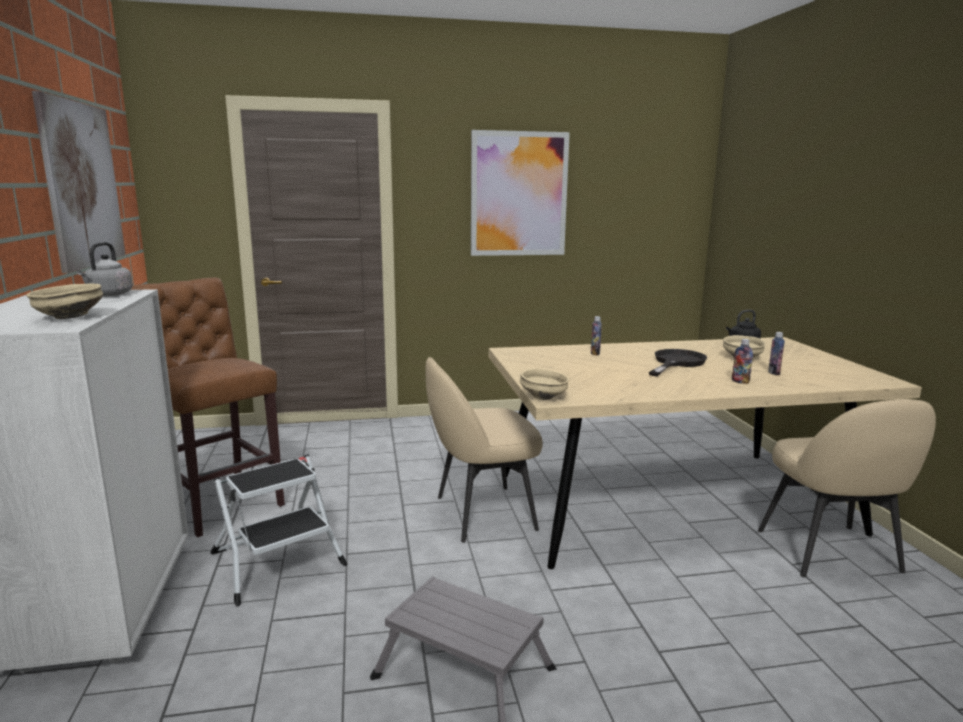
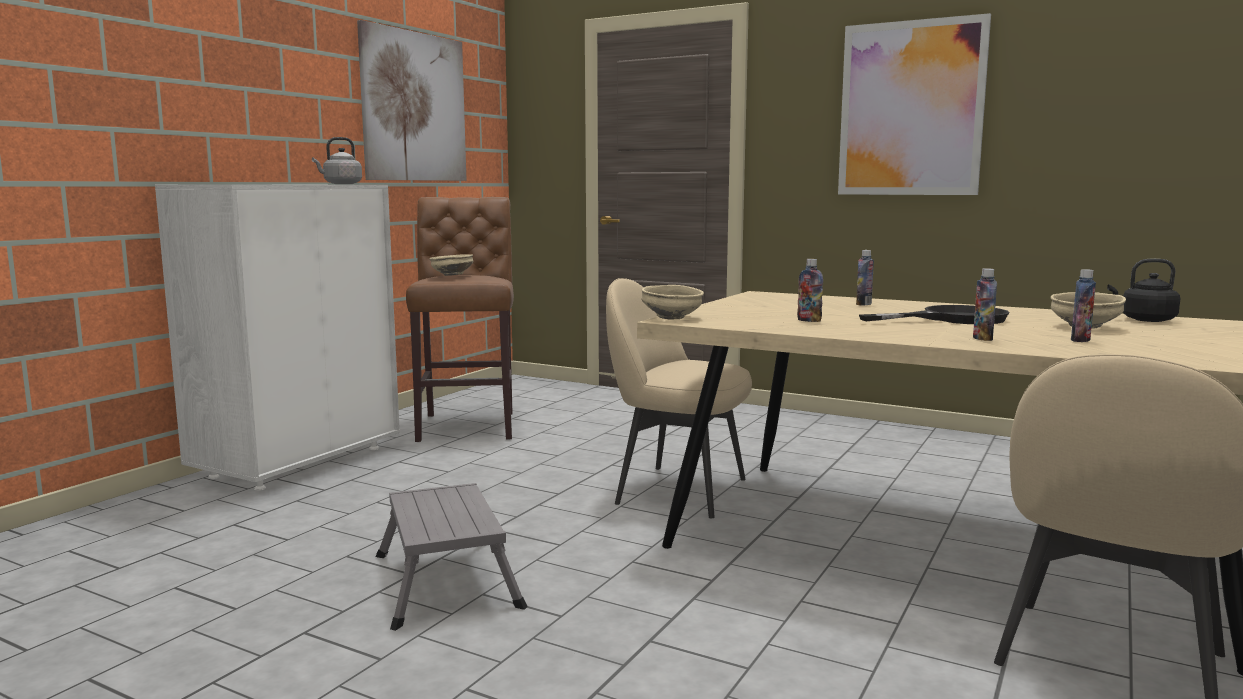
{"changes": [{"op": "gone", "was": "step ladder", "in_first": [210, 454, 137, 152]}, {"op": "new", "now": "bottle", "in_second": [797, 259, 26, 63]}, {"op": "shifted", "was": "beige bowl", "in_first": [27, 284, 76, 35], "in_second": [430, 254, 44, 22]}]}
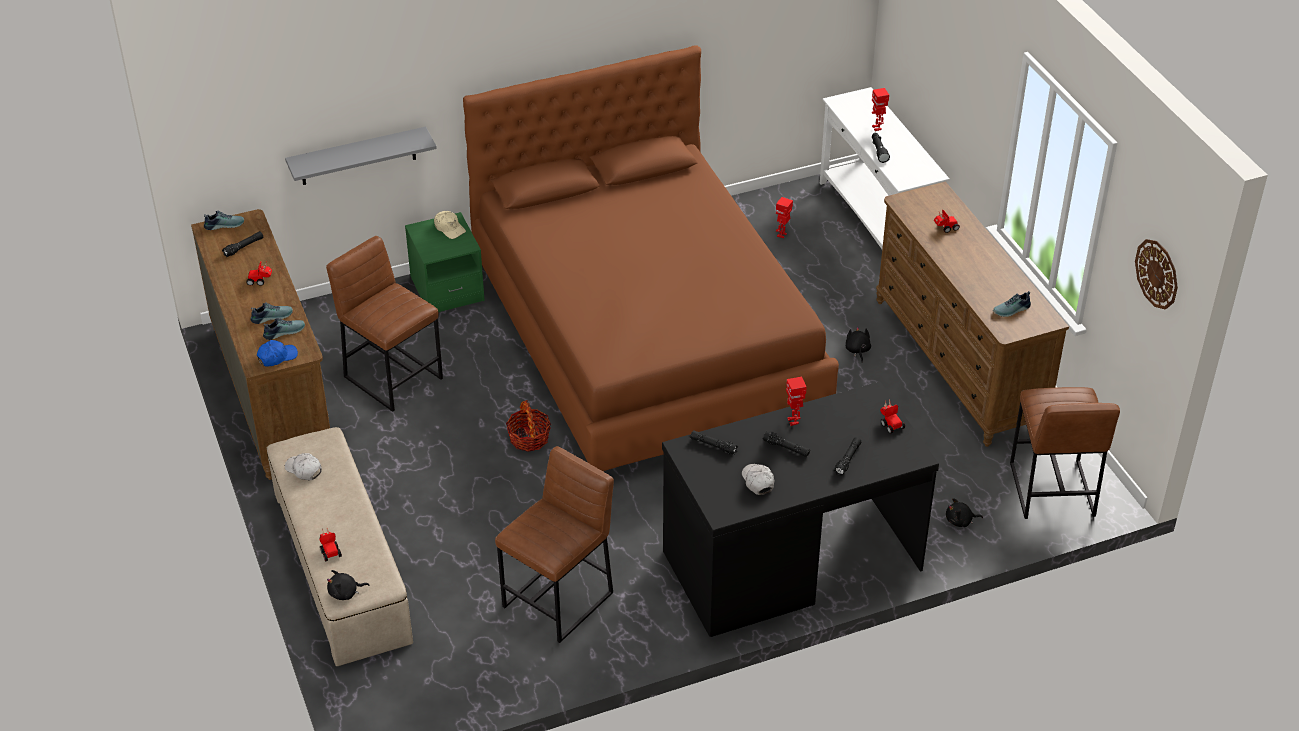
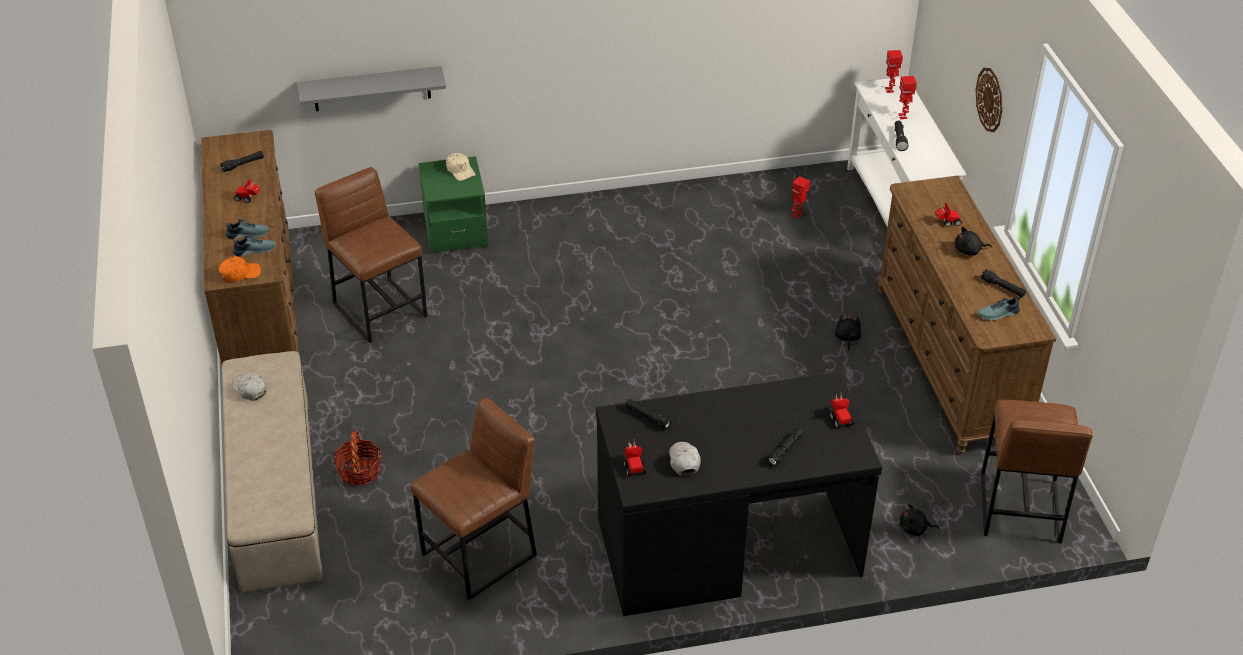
{"changes": [{"op": "gone", "was": "shoe", "in_first": [204, 210, 40, 20]}, {"op": "gone", "was": "brown bed", "in_first": [463, 45, 376, 426]}, {"op": "shifted", "was": "toy car", "in_first": [320, 528, 22, 33], "in_second": [624, 441, 22, 36]}, {"op": "shifted", "was": "black plush toy", "in_first": [327, 570, 43, 30], "in_second": [955, 227, 37, 29]}, {"op": "shifted", "was": "basket", "in_first": [506, 400, 45, 52], "in_second": [334, 431, 47, 55]}, {"op": "shifted", "was": "black flashlight", "in_first": [763, 431, 47, 26], "in_second": [981, 269, 45, 29]}, {"op": "shifted", "was": "toy robot", "in_first": [786, 377, 21, 49], "in_second": [885, 50, 18, 43]}, {"op": "shifted", "was": "wall clock", "in_first": [1135, 239, 43, 70], "in_second": [976, 68, 27, 64]}, {"op": "repainted", "was": "blue cap", "now": "orange cap", "in_first": [257, 340, 41, 27], "in_second": [219, 256, 42, 26]}]}
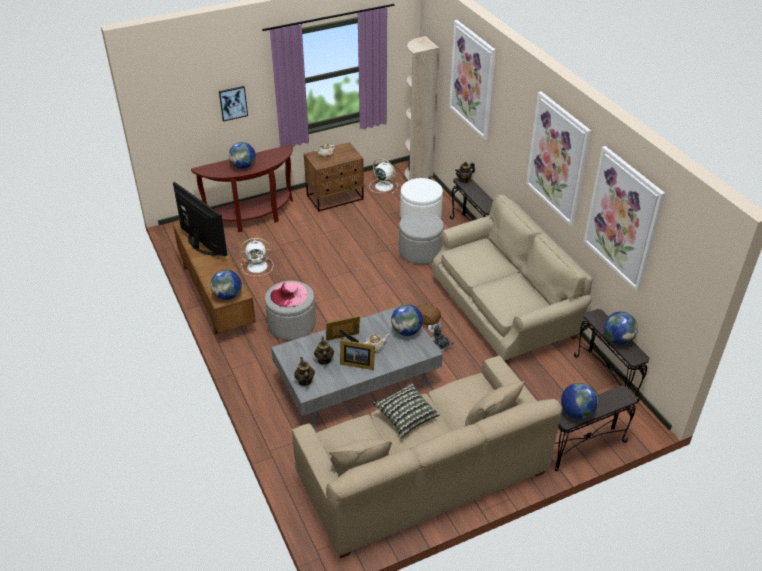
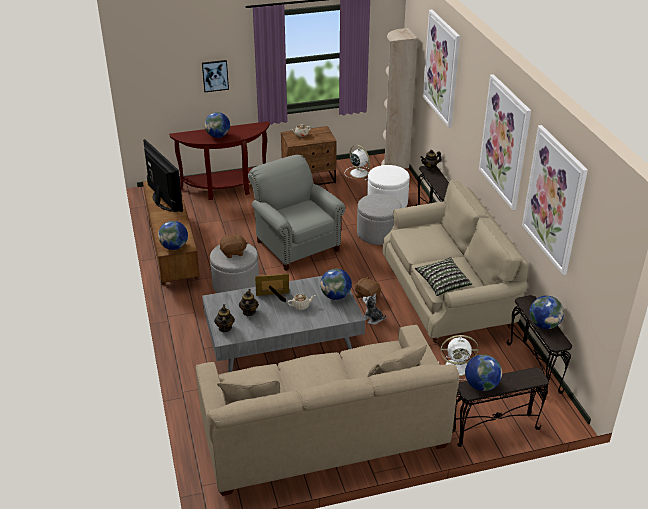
{"changes": [{"op": "gone", "was": "picture frame", "in_first": [340, 340, 35, 30]}, {"op": "new", "now": "grey armchair", "in_second": [248, 155, 97, 116]}, {"op": "shifted", "was": "white fan", "in_first": [240, 238, 33, 38], "in_second": [438, 335, 41, 45]}, {"op": "shifted", "was": "pillow", "in_first": [373, 382, 67, 56], "in_second": [415, 257, 57, 39]}, {"op": "swapped", "was": "pink hat", "now": "brown plush toy", "in_first": [270, 282, 38, 25], "in_second": [220, 233, 28, 25]}]}
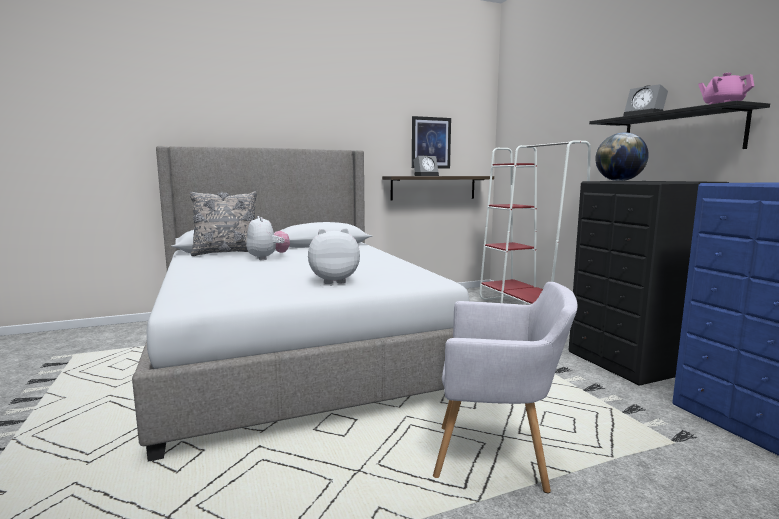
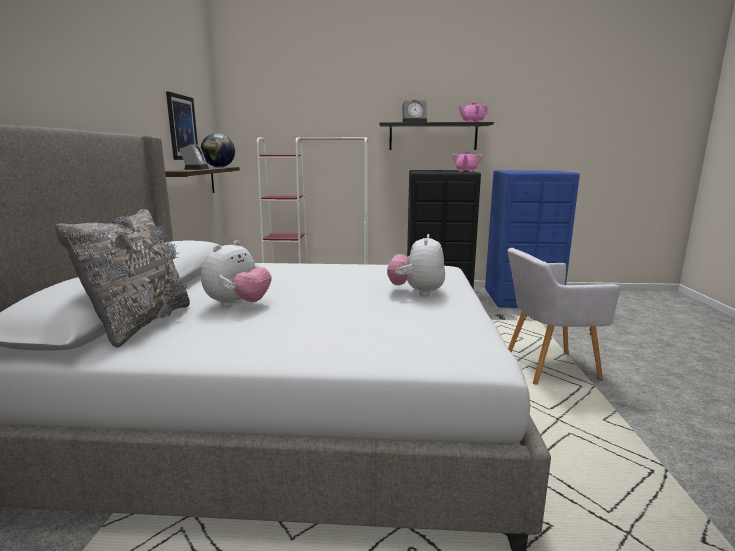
{"changes": [{"op": "new", "now": "pink teapot", "in_second": [452, 151, 30, 21]}, {"op": "shifted", "was": "globe", "in_first": [595, 132, 54, 49], "in_second": [201, 133, 34, 34]}, {"op": "rotated", "was": "plush toy", "in_first": [246, 216, 44, 44], "in_second": [201, 240, 70, 67], "clockwise": 120}, {"op": "rotated", "was": "grey armchair", "in_first": [433, 282, 144, 211], "in_second": [507, 248, 113, 137], "clockwise": -135}]}
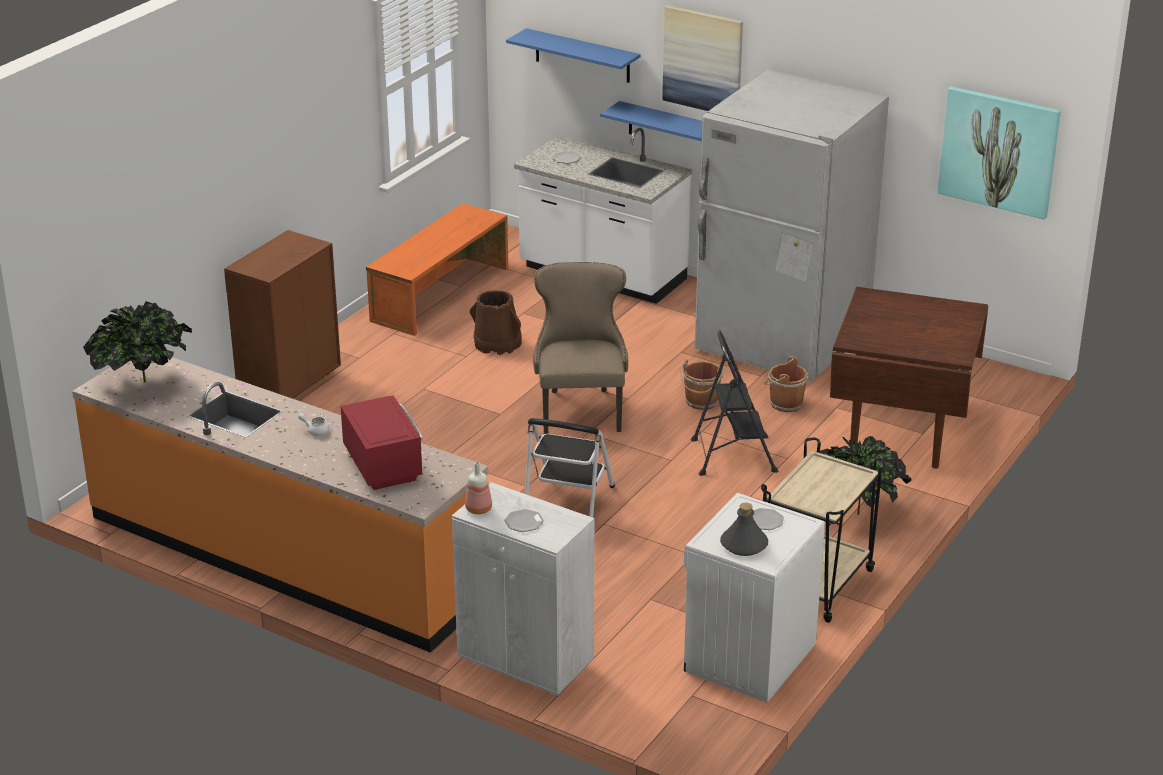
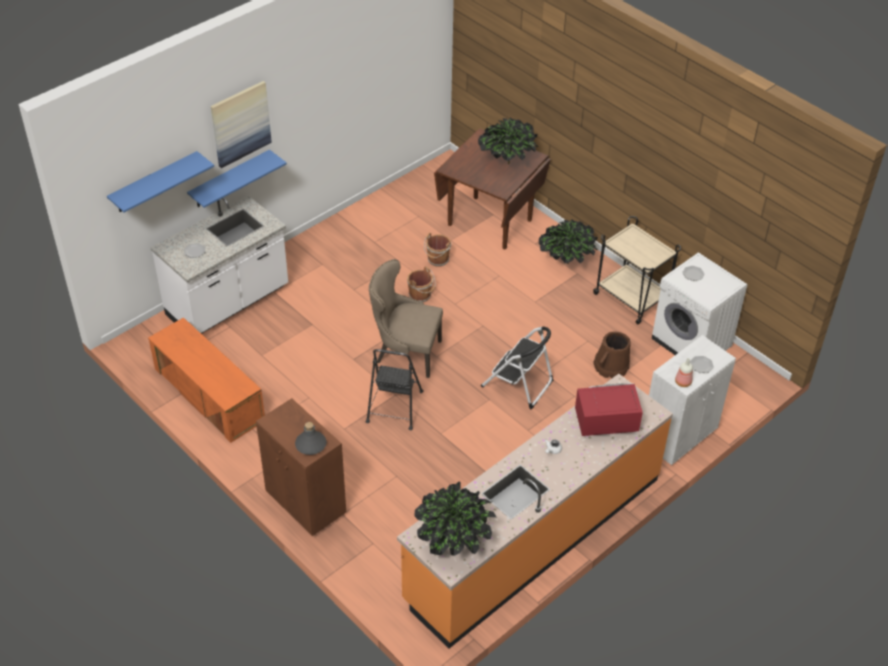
{"changes": [{"op": "gone", "was": "white fridge", "in_first": [695, 70, 194, 312]}, {"op": "gone", "was": "picture", "in_first": [938, 86, 123, 134]}, {"op": "new", "now": "potted plant", "in_second": [478, 117, 60, 47]}, {"op": "shifted", "was": "brown bucket", "in_first": [470, 290, 52, 65], "in_second": [593, 332, 38, 46]}, {"op": "shifted", "was": "black step ladder", "in_first": [691, 330, 87, 146], "in_second": [366, 349, 58, 81]}, {"op": "shifted", "was": "grey bottle", "in_first": [720, 503, 48, 53], "in_second": [295, 422, 32, 33]}]}
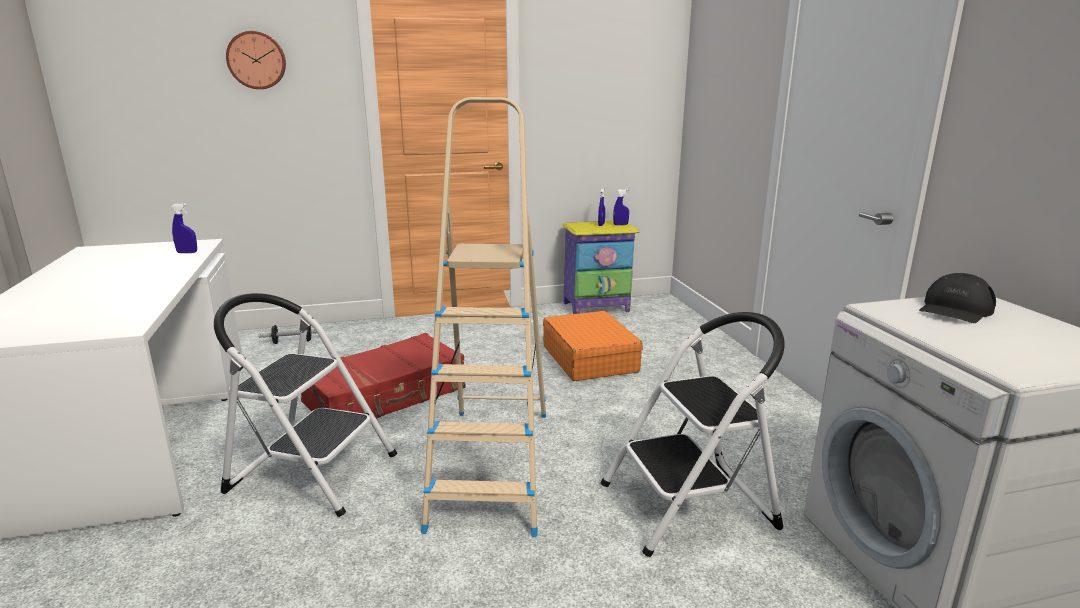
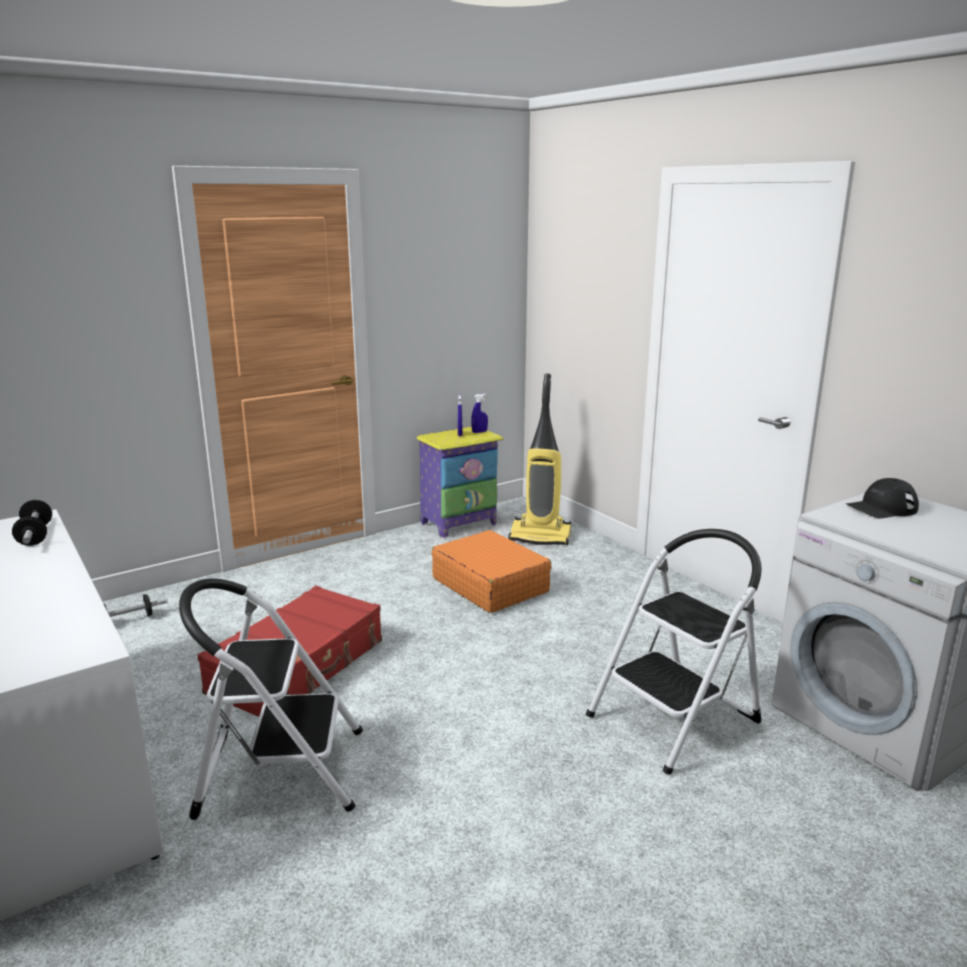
{"changes": [{"op": "gone", "was": "wall clock", "in_first": [226, 31, 60, 58]}, {"op": "gone", "was": "beige step ladder", "in_first": [421, 97, 125, 440]}, {"op": "new", "now": "vacuum cleaner", "in_second": [508, 373, 63, 172]}, {"op": "swapped", "was": "blue spray bottle", "now": "dumbbell", "in_first": [171, 203, 26, 50], "in_second": [12, 500, 40, 46]}, {"op": "rotated", "was": "black cap", "in_first": [919, 273, 77, 50], "in_second": [846, 478, 73, 40], "clockwise": 45}]}
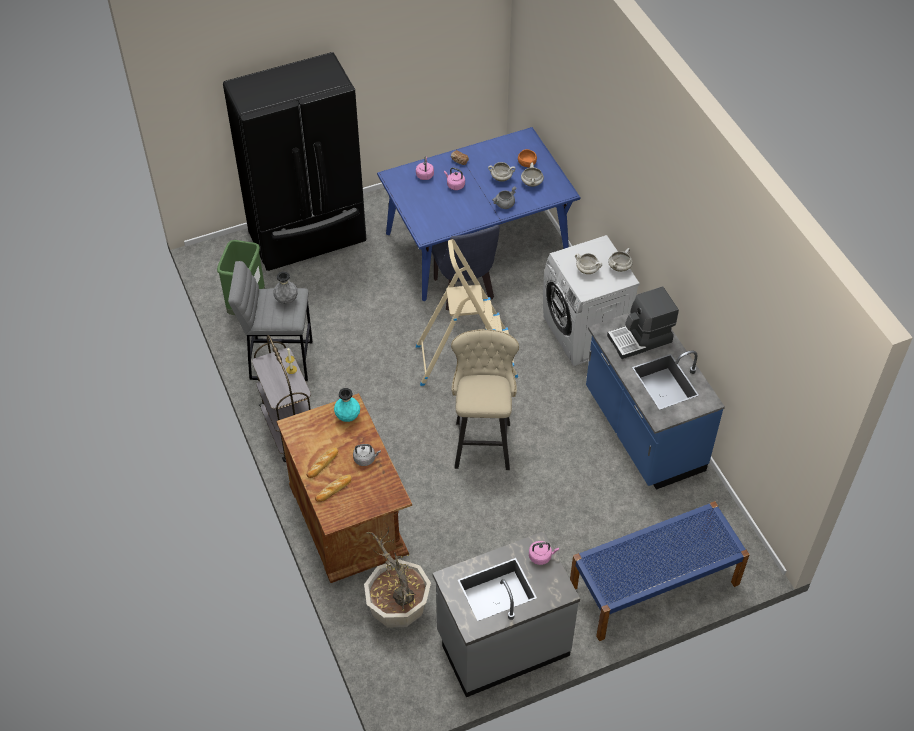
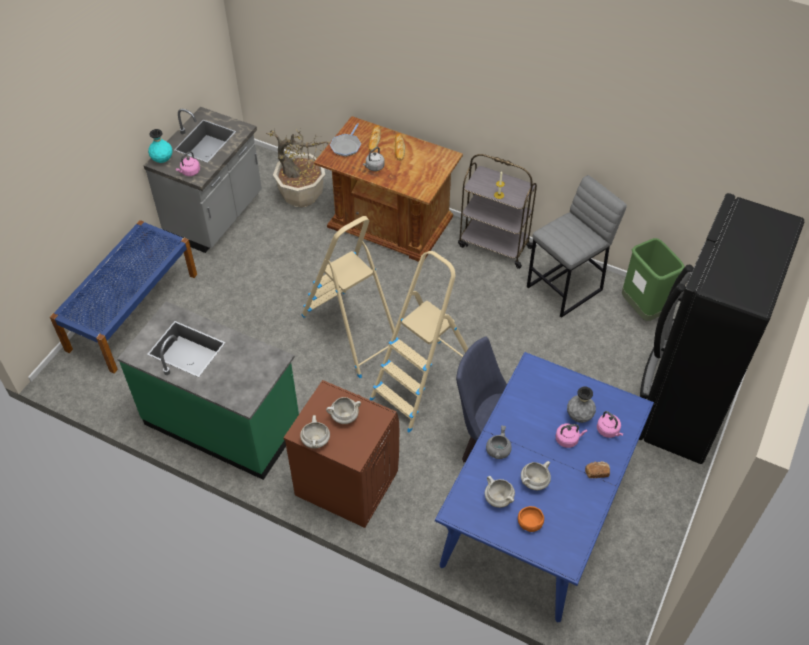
{"changes": [{"op": "gone", "was": "coffee machine", "in_first": [607, 287, 72, 72]}, {"op": "new", "now": "frying pan", "in_second": [330, 123, 31, 34]}, {"op": "shifted", "was": "grey vase", "in_first": [273, 271, 25, 33], "in_second": [567, 386, 29, 37]}, {"op": "shifted", "was": "turquoise vase", "in_first": [334, 388, 26, 34], "in_second": [148, 129, 25, 34]}, {"op": "swapped", "was": "beige stool", "now": "beige step ladder", "in_first": [451, 329, 68, 141], "in_second": [302, 216, 96, 162]}, {"op": "repainted", "was": "white washing machine", "now": "brown washing machine", "in_first": [543, 235, 97, 131], "in_second": [283, 380, 116, 148]}, {"op": "repainted", "was": "blue counter", "now": "green counter", "in_first": [586, 313, 139, 177], "in_second": [117, 301, 182, 179]}]}
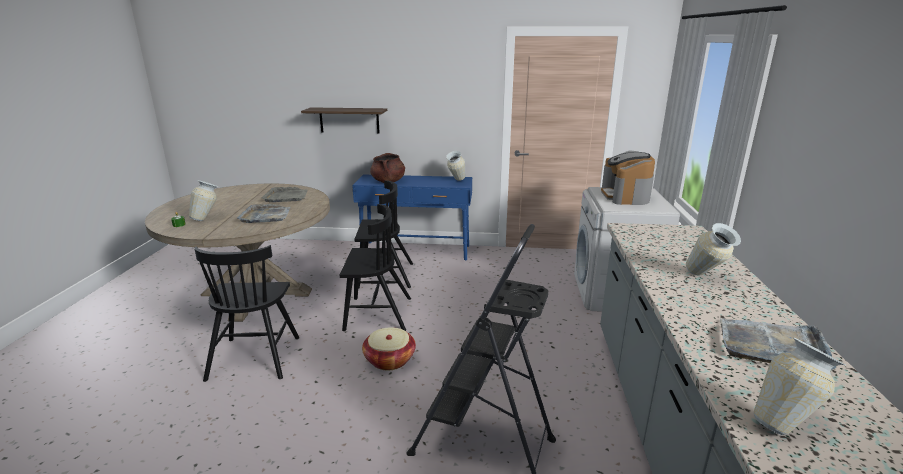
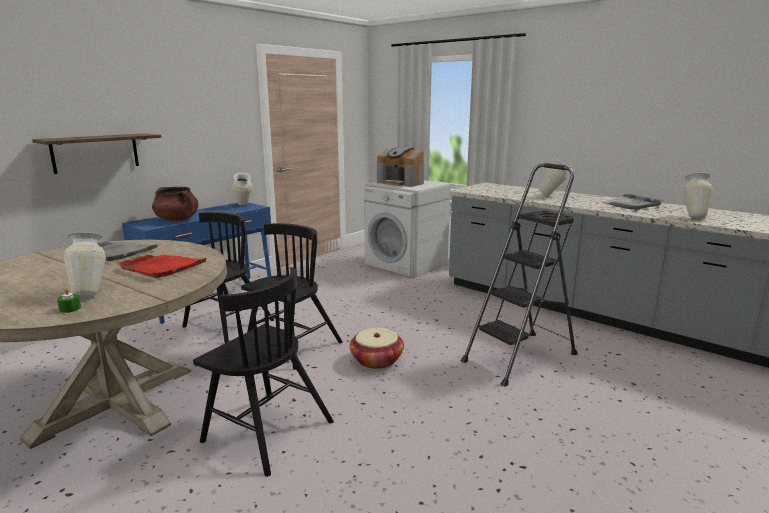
{"changes": [{"op": "repainted", "was": "grey tray", "now": "red tray", "in_first": [237, 204, 53, 19], "in_second": [118, 255, 88, 23]}]}
